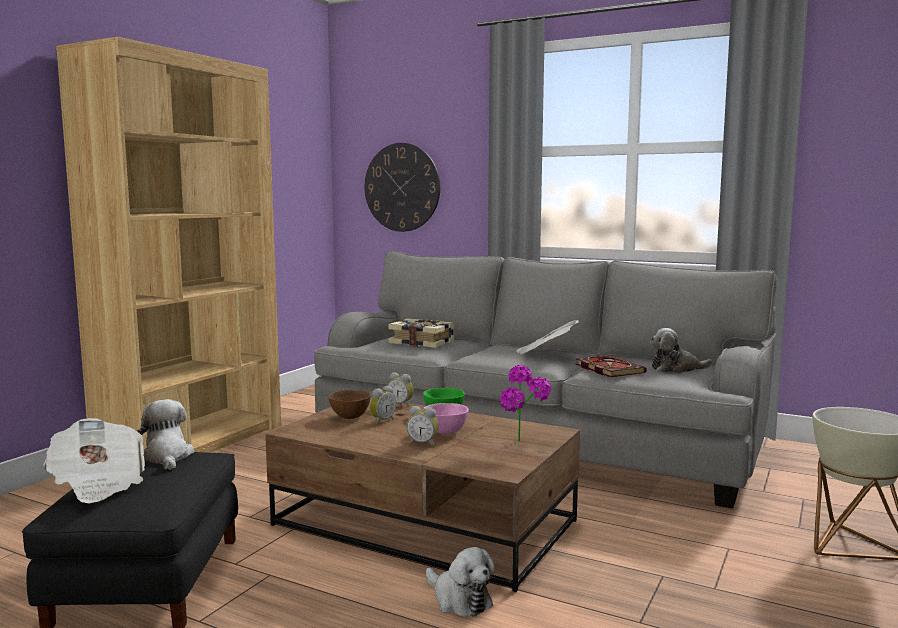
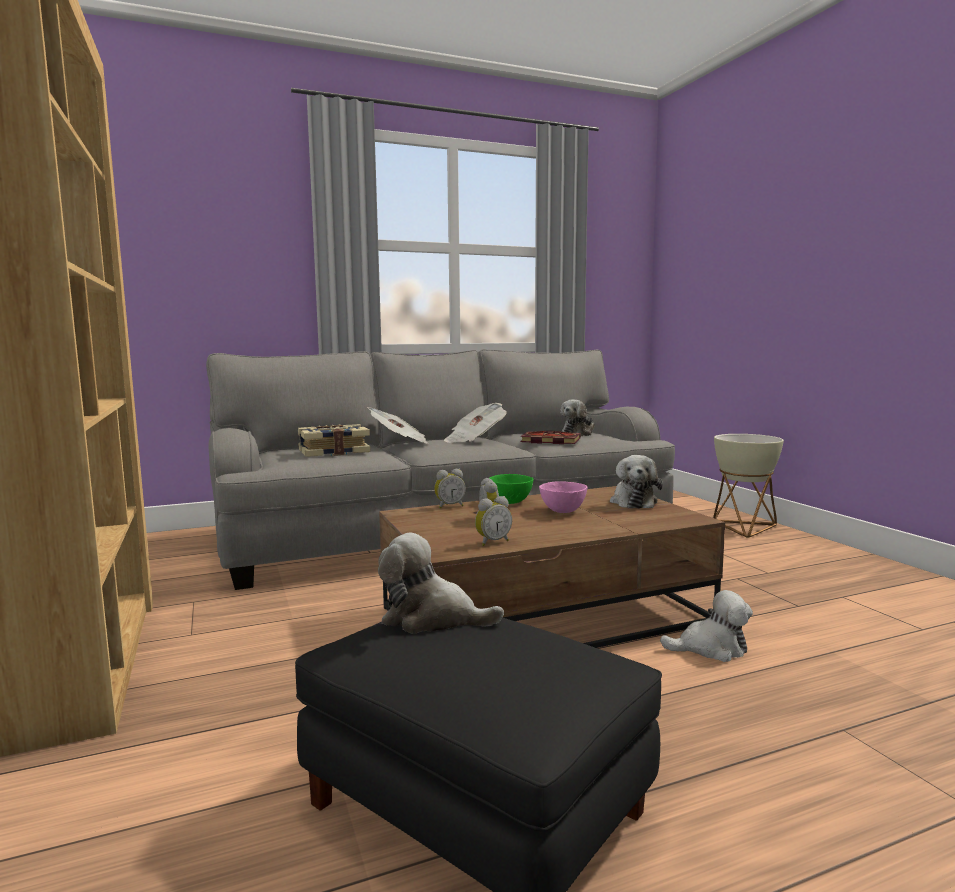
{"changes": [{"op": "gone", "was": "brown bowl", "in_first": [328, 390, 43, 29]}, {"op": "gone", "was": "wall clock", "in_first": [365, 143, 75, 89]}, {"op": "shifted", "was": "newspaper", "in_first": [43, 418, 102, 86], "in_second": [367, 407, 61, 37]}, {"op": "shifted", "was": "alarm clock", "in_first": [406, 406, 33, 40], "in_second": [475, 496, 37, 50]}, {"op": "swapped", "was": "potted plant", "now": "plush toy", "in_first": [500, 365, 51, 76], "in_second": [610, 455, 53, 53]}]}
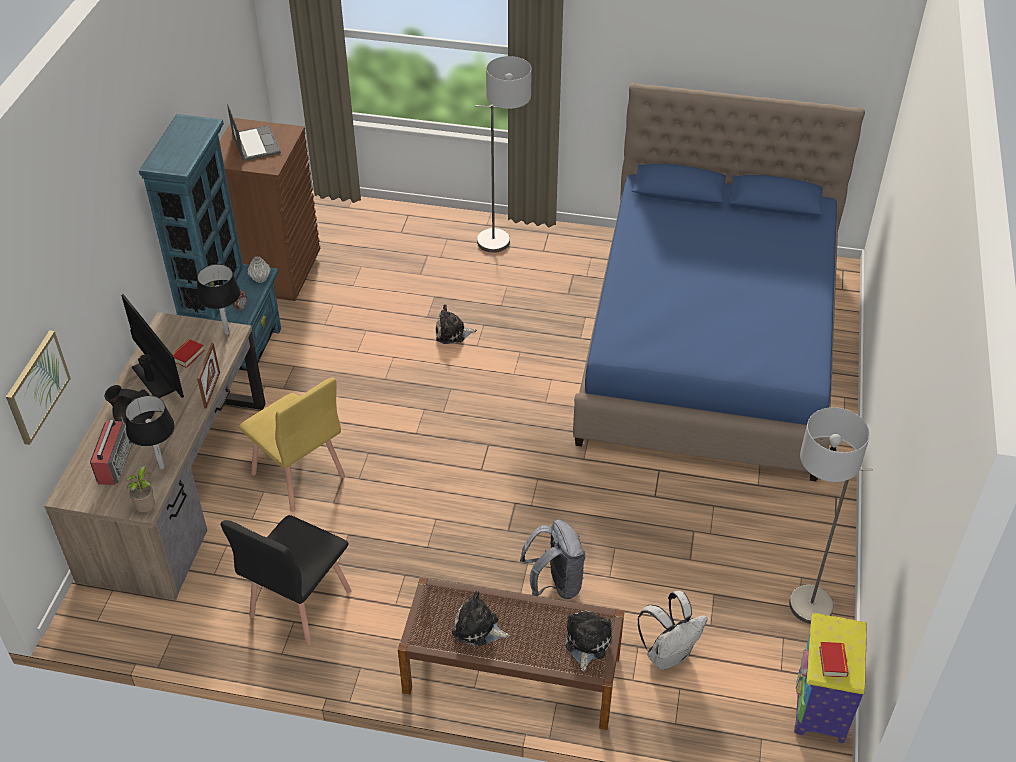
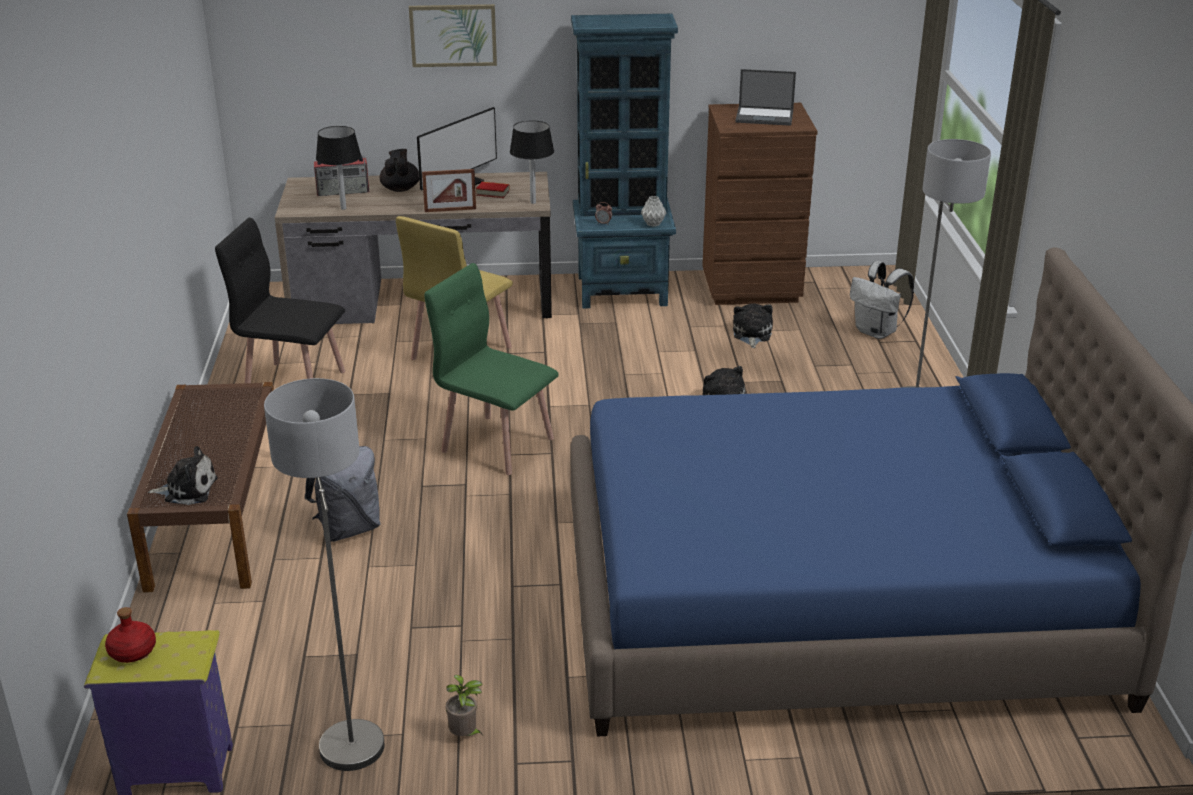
{"changes": [{"op": "new", "now": "green chair", "in_second": [424, 263, 135, 212]}, {"op": "shifted", "was": "picture", "in_first": [6, 330, 65, 115], "in_second": [409, 4, 88, 63]}, {"op": "shifted", "was": "potted plant", "in_first": [125, 466, 30, 46], "in_second": [446, 675, 37, 61]}, {"op": "shifted", "was": "plush toy", "in_first": [452, 591, 58, 56], "in_second": [733, 303, 40, 45]}, {"op": "shifted", "was": "white backpack", "in_first": [637, 591, 71, 79], "in_second": [850, 261, 64, 78]}, {"op": "swapped", "was": "book", "now": "red bottle", "in_first": [819, 642, 30, 35], "in_second": [105, 607, 51, 56]}, {"op": "rotated", "was": "laptop", "in_first": [227, 104, 54, 57], "in_second": [735, 69, 61, 57], "clockwise": 45}]}
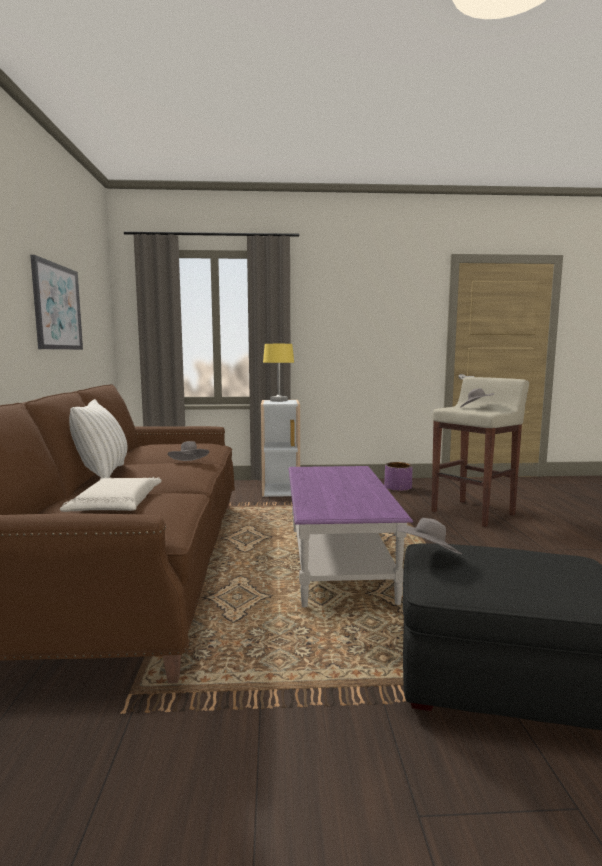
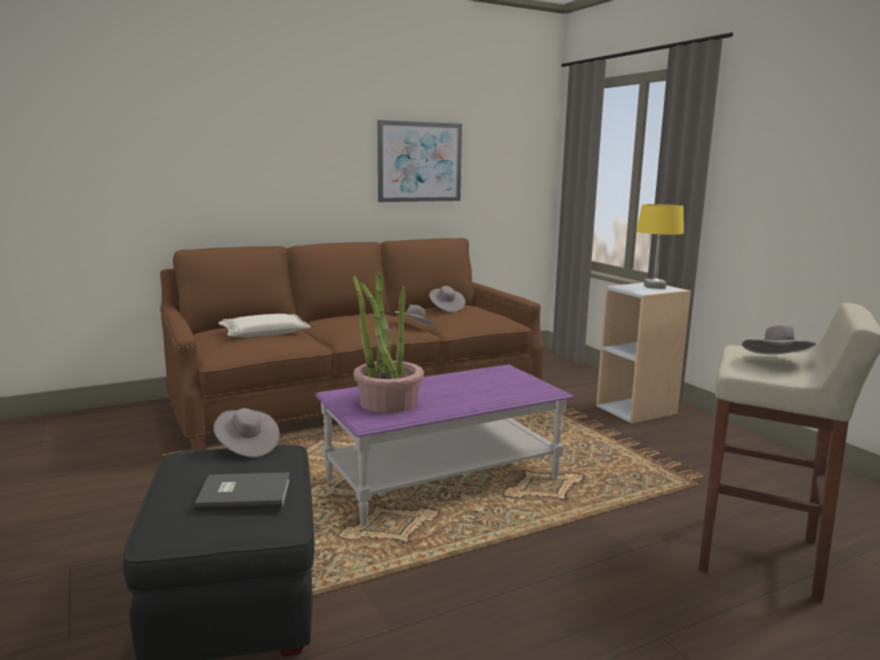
{"changes": [{"op": "gone", "was": "white pillow", "in_first": [69, 399, 58, 80]}, {"op": "gone", "was": "purple planter", "in_first": [384, 462, 29, 30]}, {"op": "new", "now": "grey book", "in_second": [194, 472, 96, 40]}, {"op": "new", "now": "potted plant", "in_second": [353, 272, 71, 141]}, {"op": "new", "now": "grey hat", "in_second": [429, 286, 36, 26]}]}
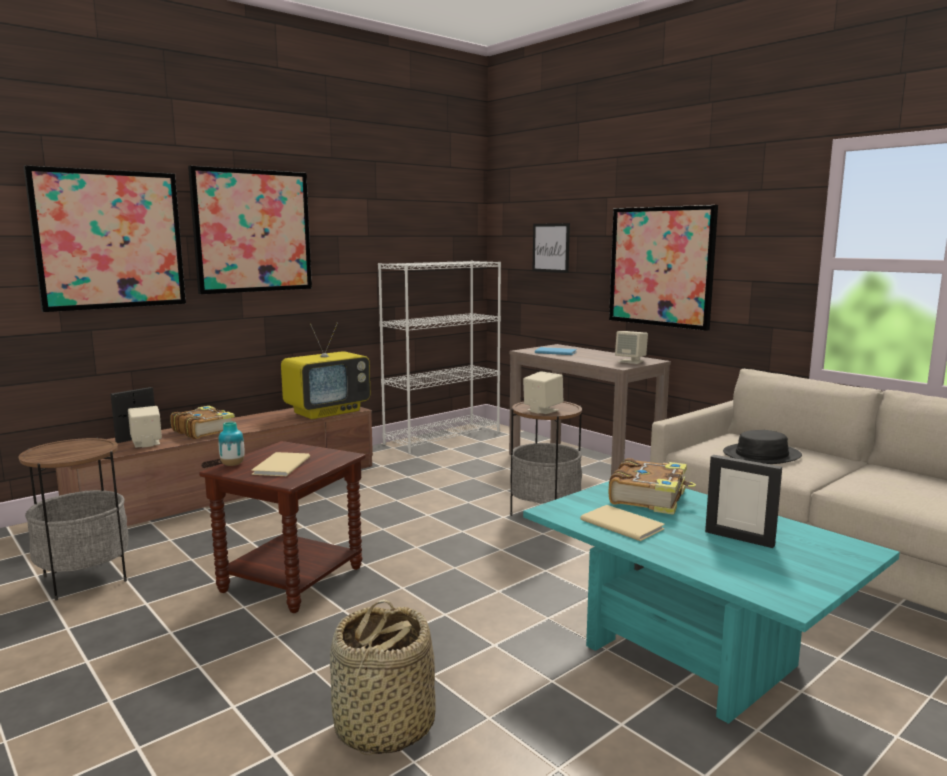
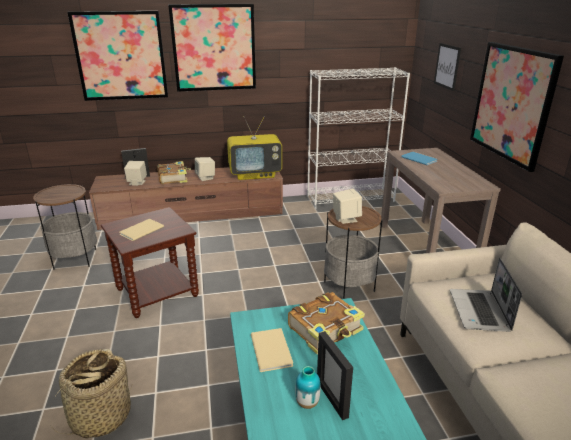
{"changes": [{"op": "shifted", "was": "vase", "in_first": [218, 422, 26, 44], "in_second": [295, 366, 26, 43]}, {"op": "shifted", "was": "beige speaker", "in_first": [615, 331, 33, 33], "in_second": [195, 157, 20, 24]}, {"op": "swapped", "was": "black hat", "now": "laptop", "in_first": [723, 430, 79, 34], "in_second": [450, 258, 72, 74]}]}
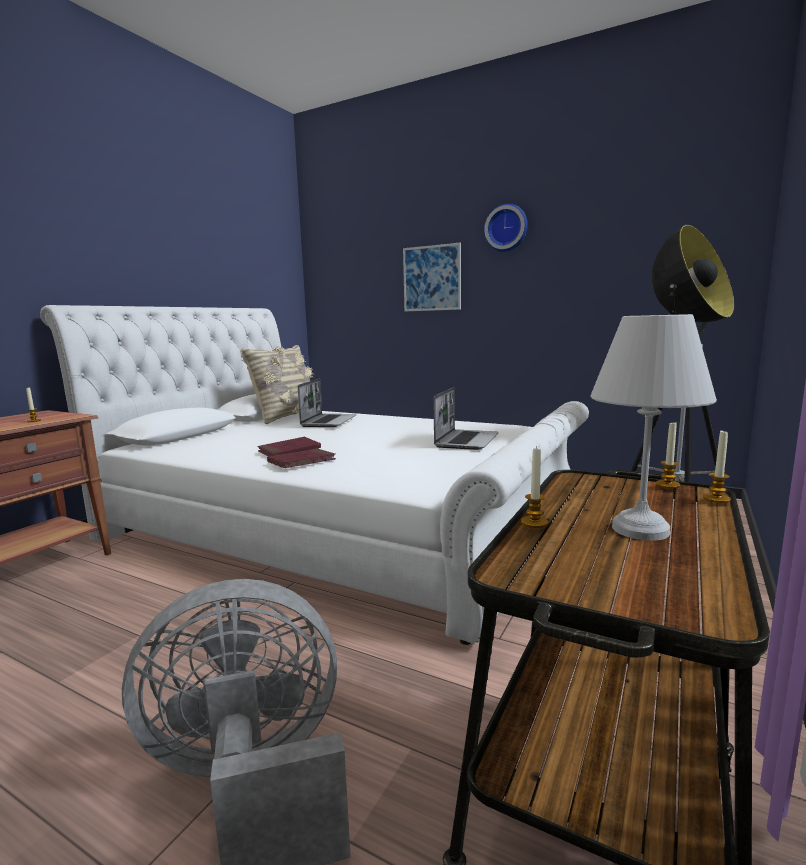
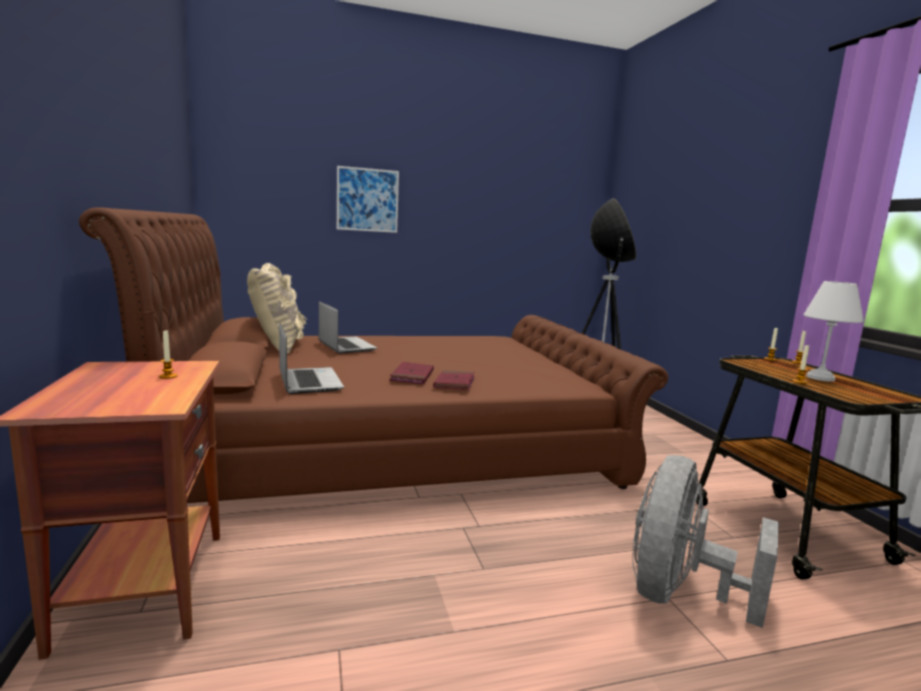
{"changes": [{"op": "gone", "was": "wall clock", "in_first": [484, 204, 44, 48]}, {"op": "shifted", "was": "laptop", "in_first": [434, 387, 64, 63], "in_second": [279, 322, 65, 72]}, {"op": "repainted", "was": "white bed", "now": "brown bed", "in_first": [40, 305, 549, 340], "in_second": [79, 207, 590, 296]}]}
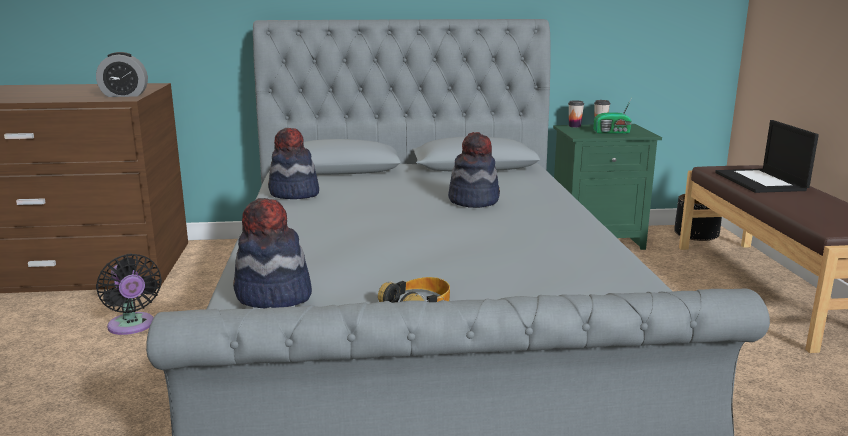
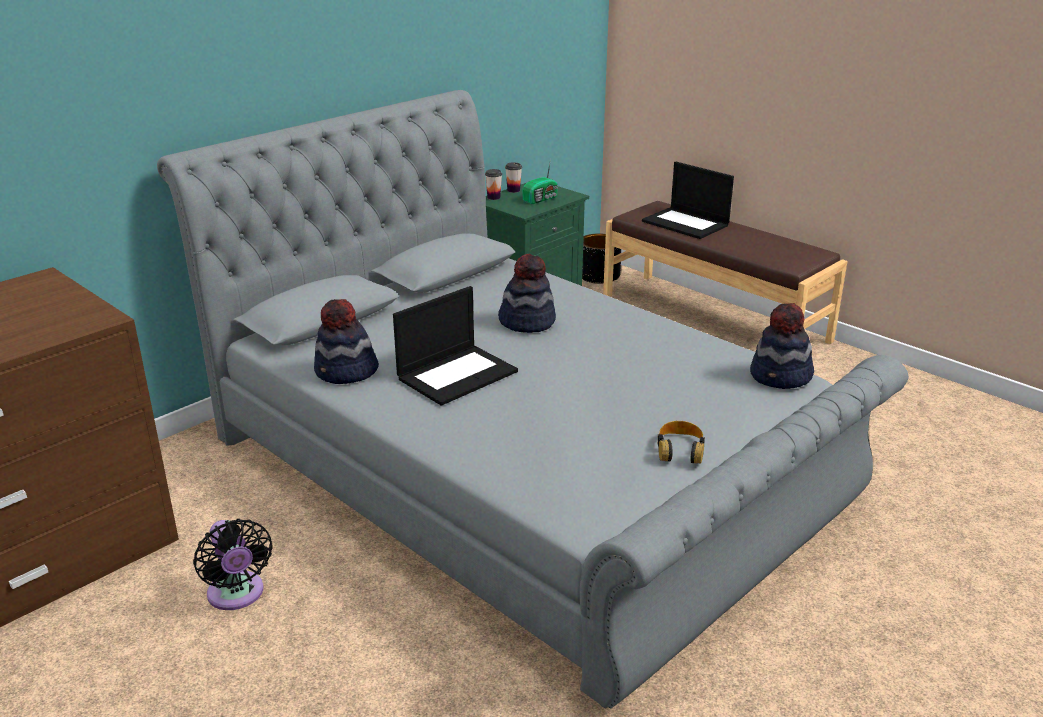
{"changes": [{"op": "gone", "was": "alarm clock", "in_first": [96, 52, 52, 45]}, {"op": "new", "now": "laptop", "in_second": [393, 286, 125, 120]}, {"op": "shifted", "was": "hat", "in_first": [233, 198, 79, 110], "in_second": [750, 303, 64, 86]}, {"op": "rotated", "was": "black fan", "in_first": [96, 254, 66, 81], "in_second": [193, 519, 80, 91], "clockwise": 45}]}
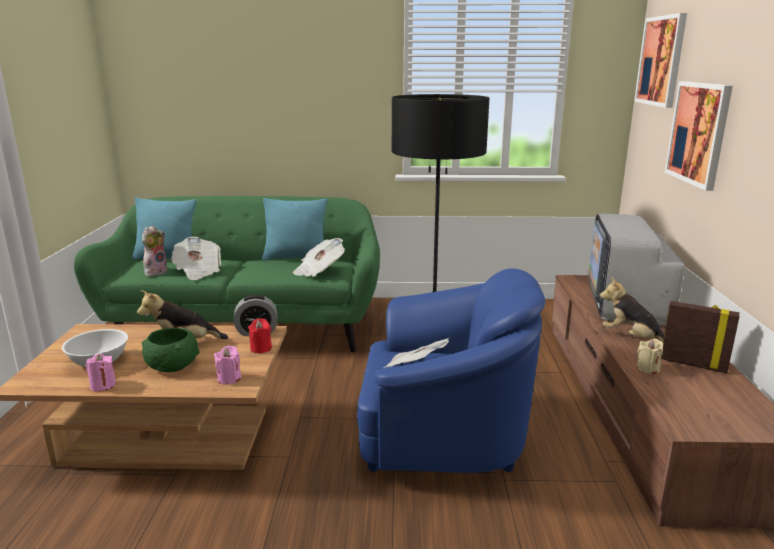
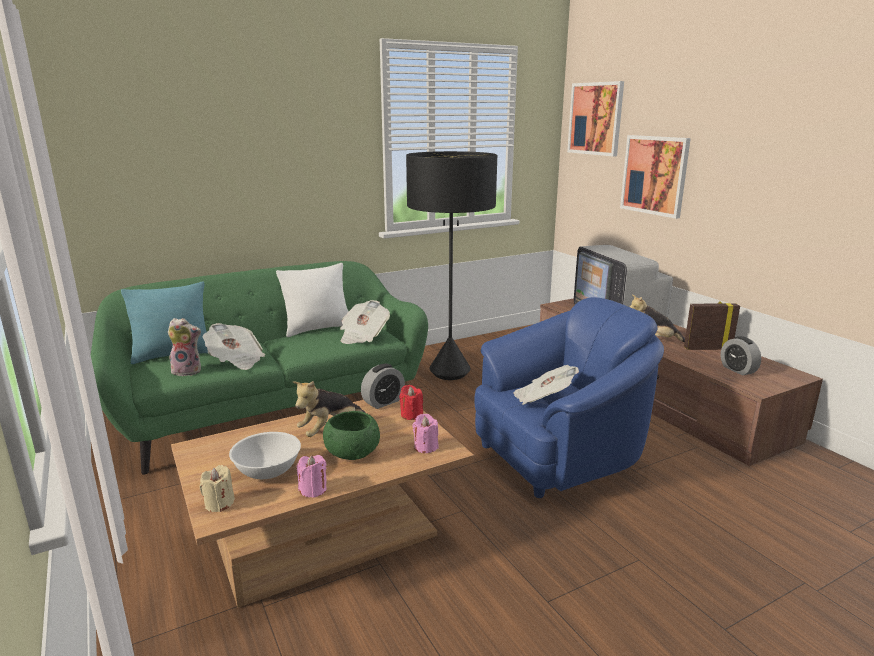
{"changes": [{"op": "new", "now": "alarm clock", "in_second": [721, 336, 40, 40]}, {"op": "shifted", "was": "beige candle", "in_first": [636, 339, 27, 35], "in_second": [200, 465, 35, 47]}, {"op": "repainted", "was": "turquoise pillow", "now": "white pillow", "in_first": [262, 198, 66, 63], "in_second": [276, 263, 72, 74]}, {"op": "rotated", "was": "plush toy", "in_first": [142, 225, 26, 52], "in_second": [168, 318, 33, 58], "clockwise": 90}]}
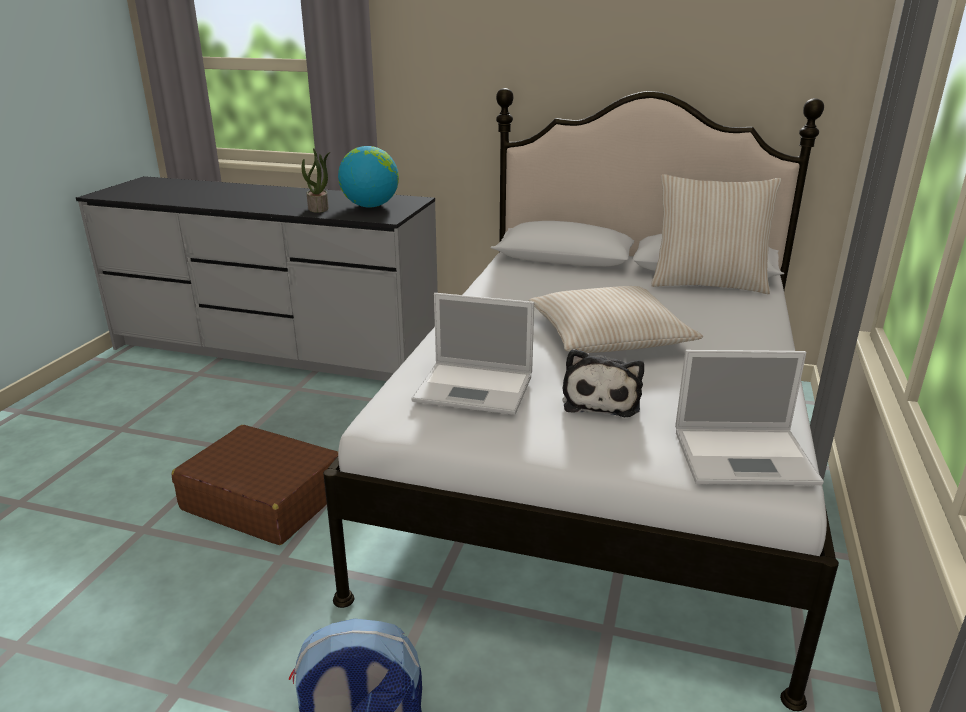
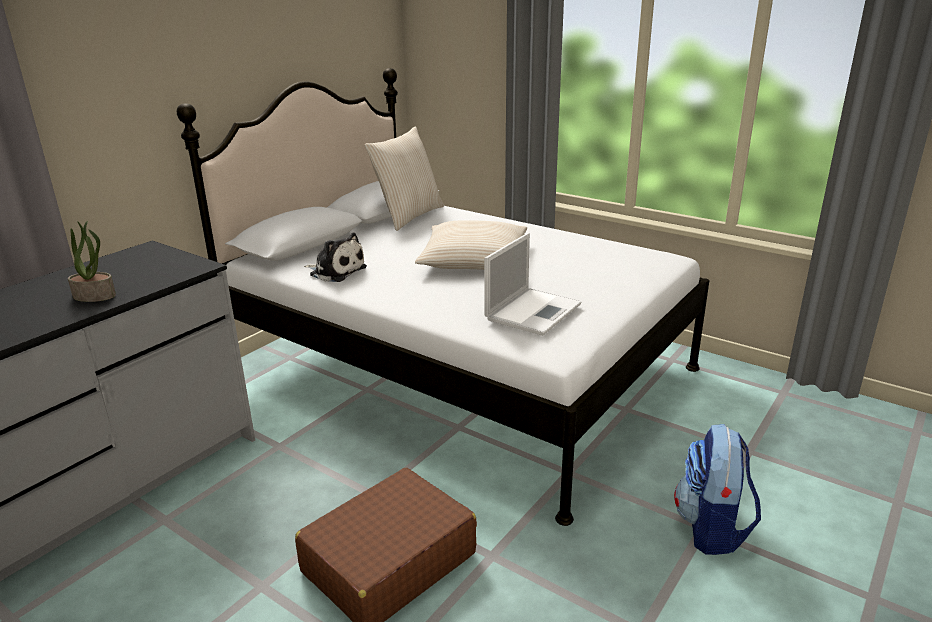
{"changes": [{"op": "gone", "was": "globe", "in_first": [338, 146, 61, 62]}, {"op": "gone", "was": "laptop", "in_first": [675, 350, 149, 135]}, {"op": "shifted", "was": "plush toy", "in_first": [562, 349, 82, 68], "in_second": [304, 233, 63, 49]}]}
